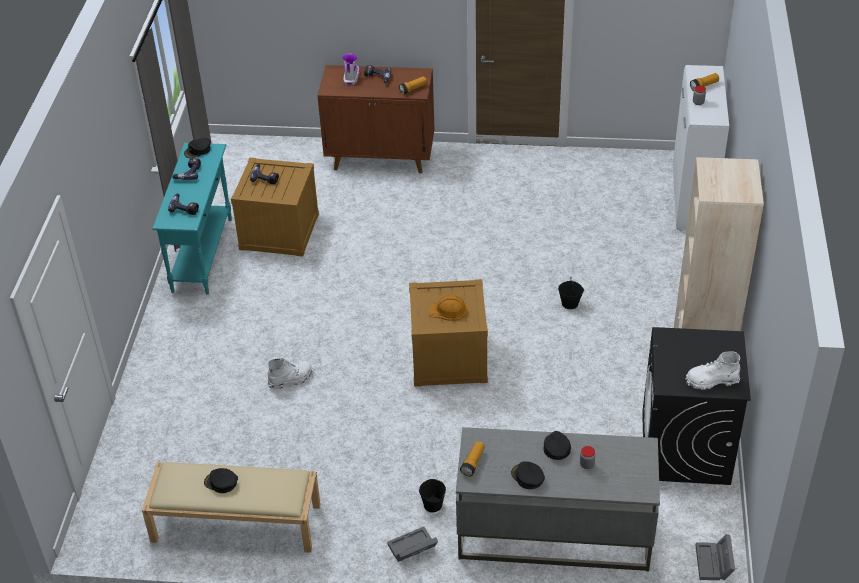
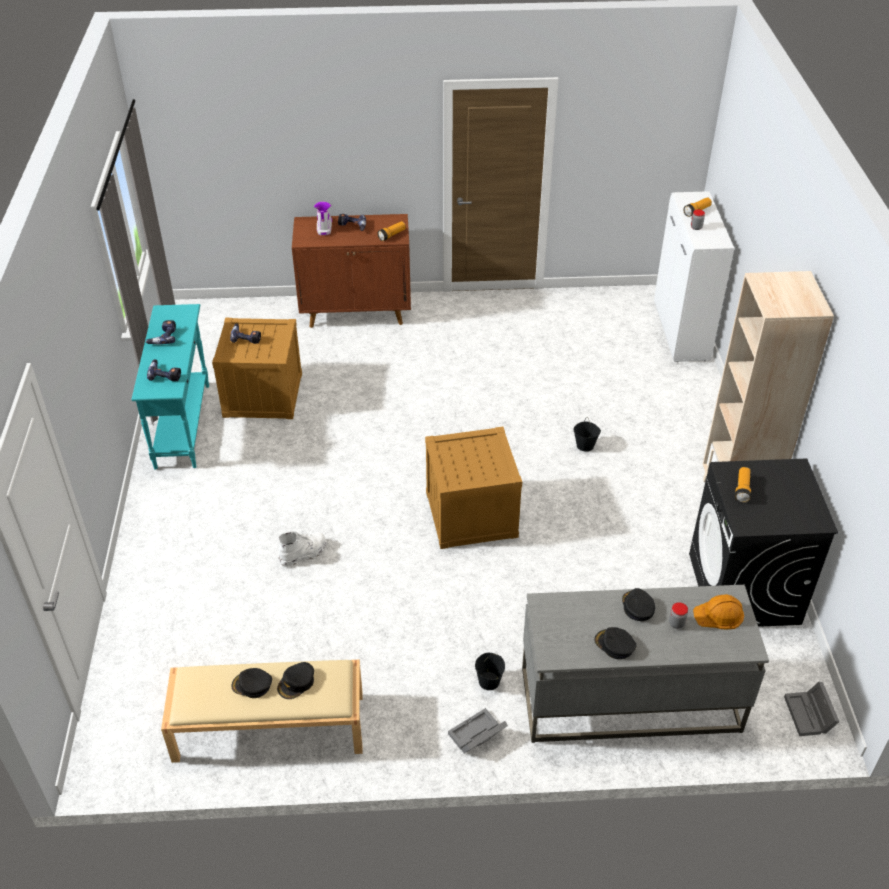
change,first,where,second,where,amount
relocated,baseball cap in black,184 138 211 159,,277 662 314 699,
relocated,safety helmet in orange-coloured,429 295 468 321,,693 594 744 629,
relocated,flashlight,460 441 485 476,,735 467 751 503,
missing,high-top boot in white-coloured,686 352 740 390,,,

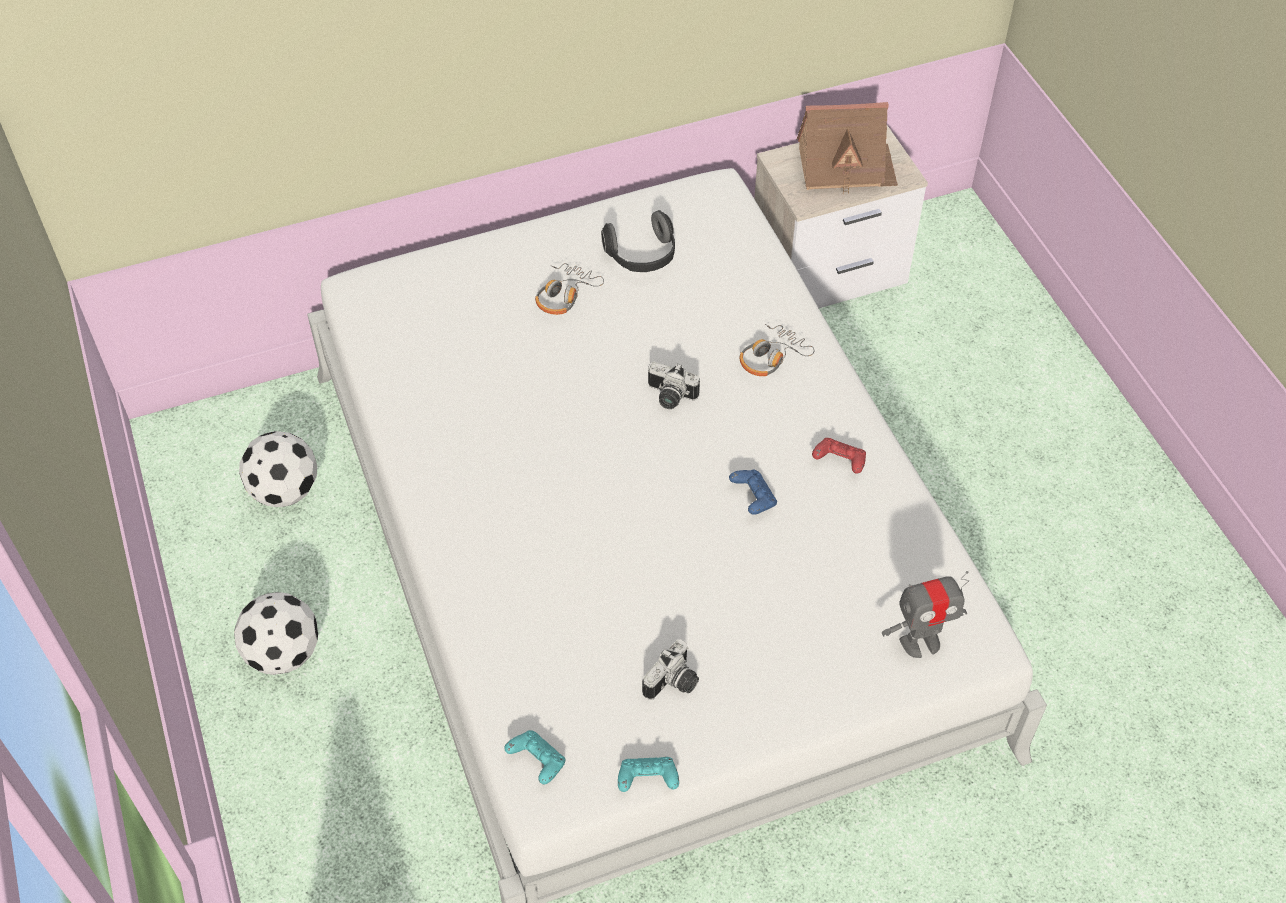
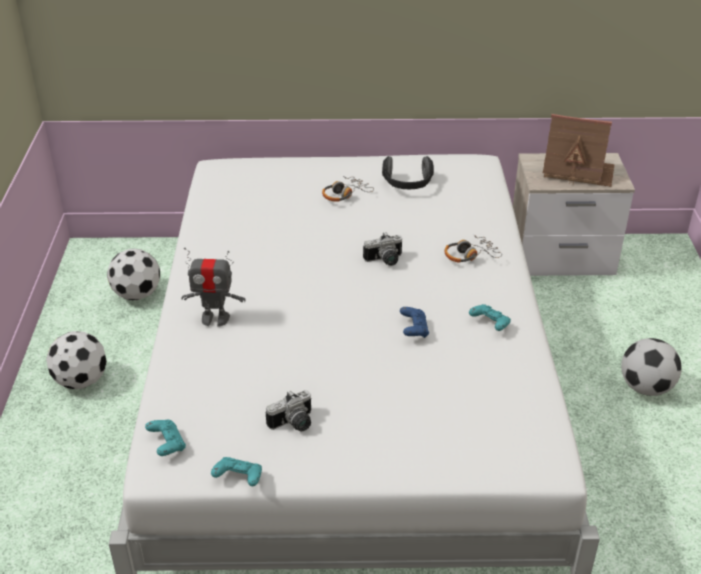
change,first,where,second,where,amount
relocated,robot figure,882 571 970 658,,181 247 246 327,
spun,still camera,648 362 700 409,,363 233 402 266,60 degrees counterclockwise
colour,game controller in red-coloured,812 438 866 474,game controller in blue-green,469 304 511 331,
appeared,,,ball for football,621 338 682 396,

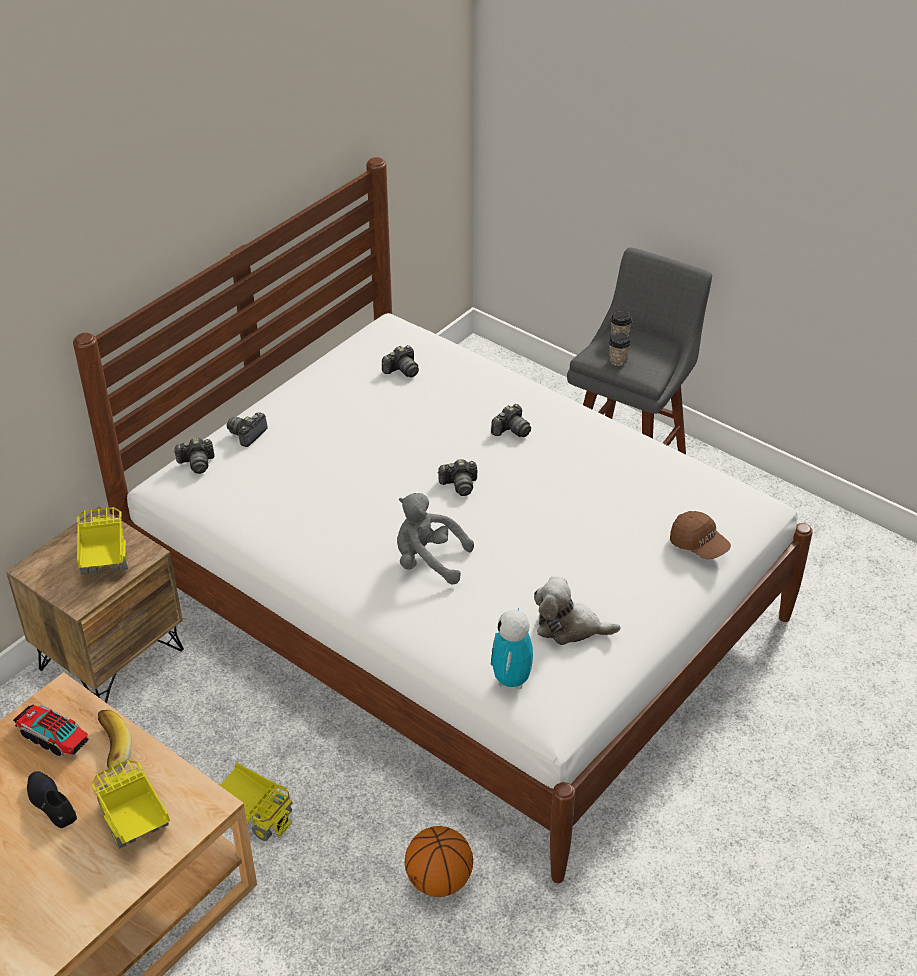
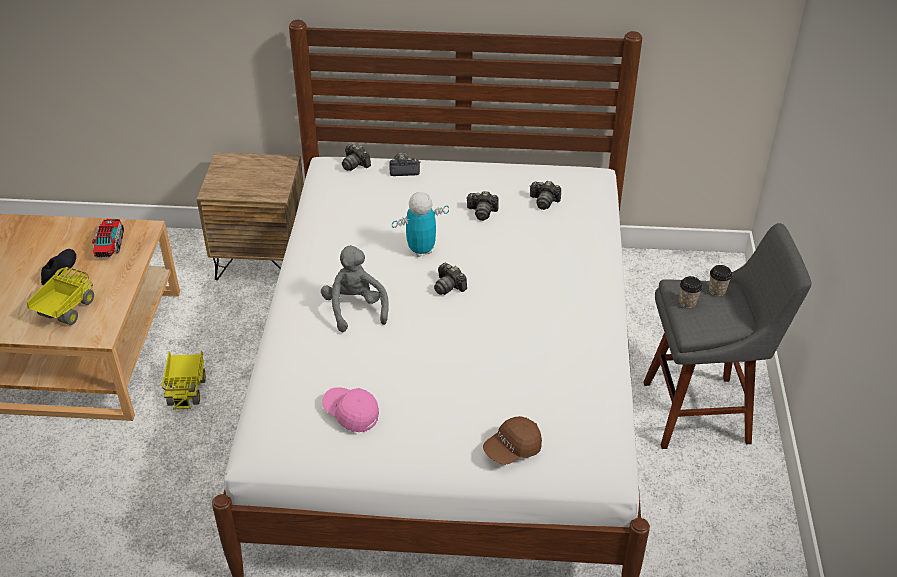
change,first,where,second,where,amount
exchanged,soft toy,534 576 621 645,baseball cap in pink,322 387 379 432,
relocated,robot figure,491 608 533 689,,392 192 449 257,
relocated,still camera,491 404 531 437,,466 191 499 221,
spun,baseball cap in brown,670 511 731 560,,483 416 542 465,45 degrees clockwise
missing,model truck,77 507 128 575,,,
missing,whole banana,98 710 132 775,,,
missing,ball for basketball,405 826 473 897,,,

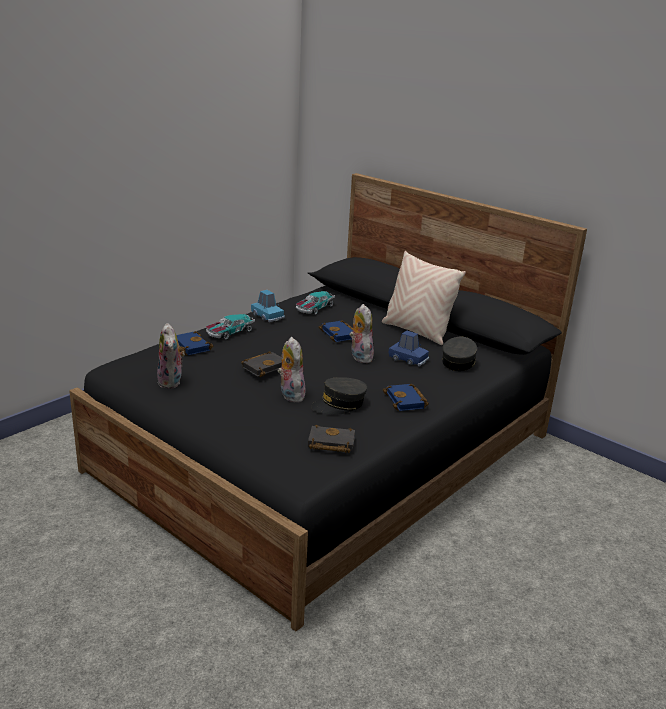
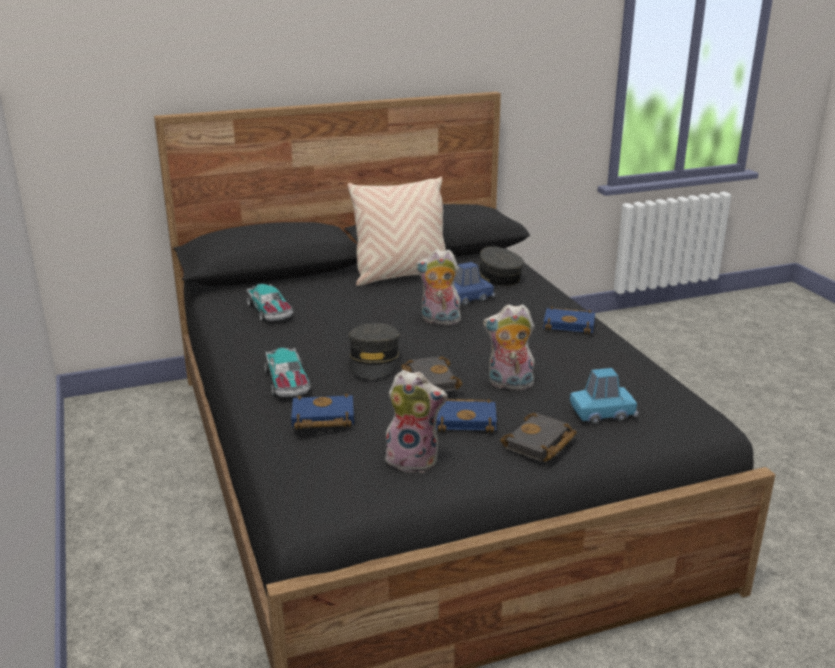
change,first,where,second,where,amount
relocated,baseball cap in greyish,311 377 367 414,,349 323 399 379,
relocated,bound book in blue,318 320 353 342,,436 399 497 432,
relocated,bound book in black,308 425 355 453,,500 413 577 461,
relocated,toy car in blue,251 290 285 322,,570 368 638 424,

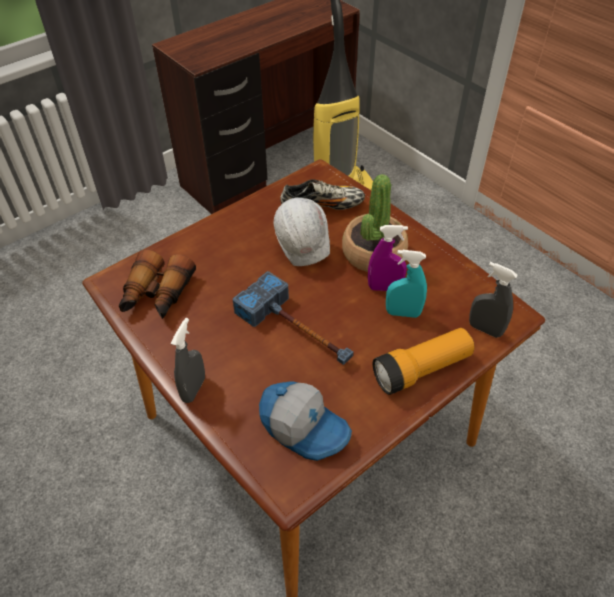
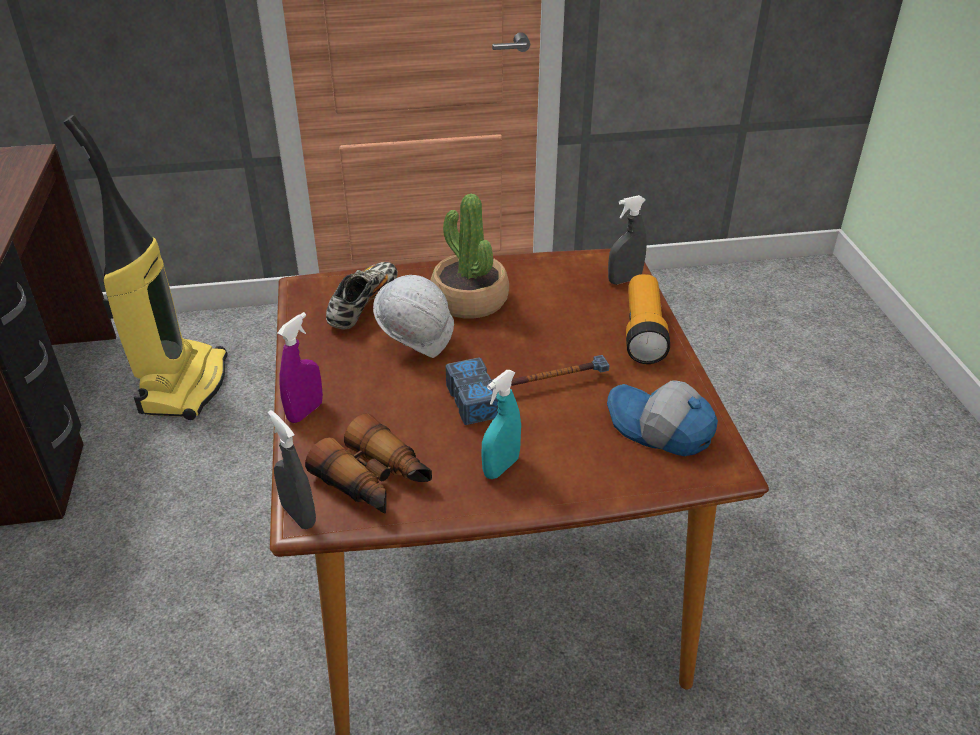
change,first,where,second,where,amount
relocated,hand sprayer in greyish,171 318 205 403,,268 410 316 529,
relocated,hand sprayer in purple,368 225 408 291,,277 312 323 423,
relocated,hand sprayer in blue-green,386 250 427 318,,481 370 521 479,
spun,baseball cap,259 381 352 461,,607 380 718 456,120 degrees counterclockwise

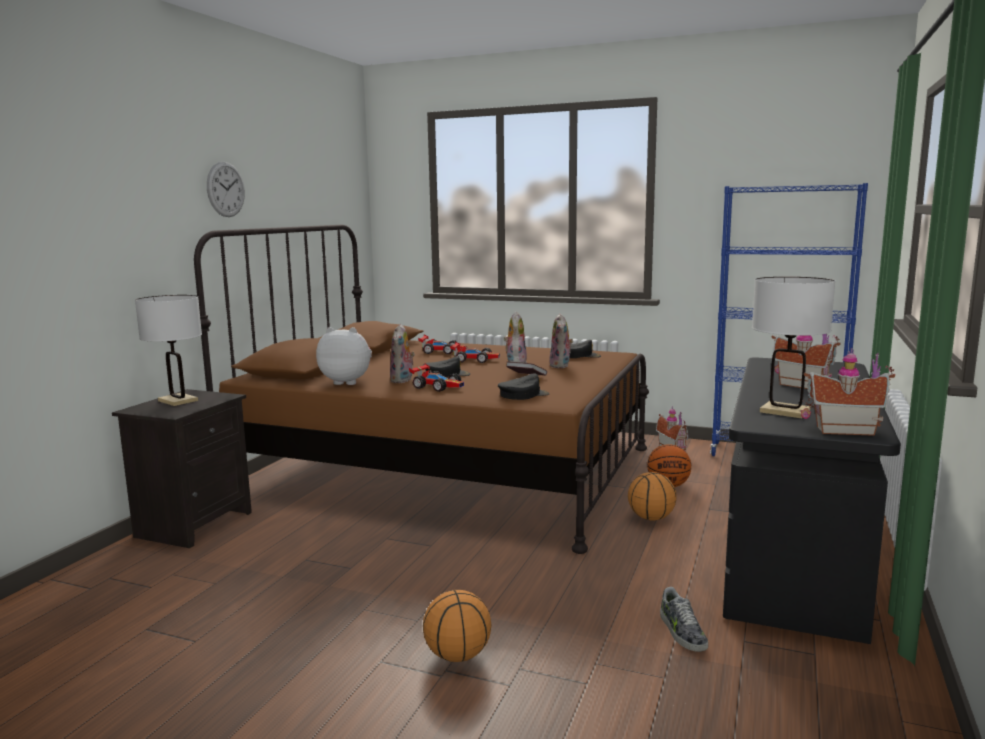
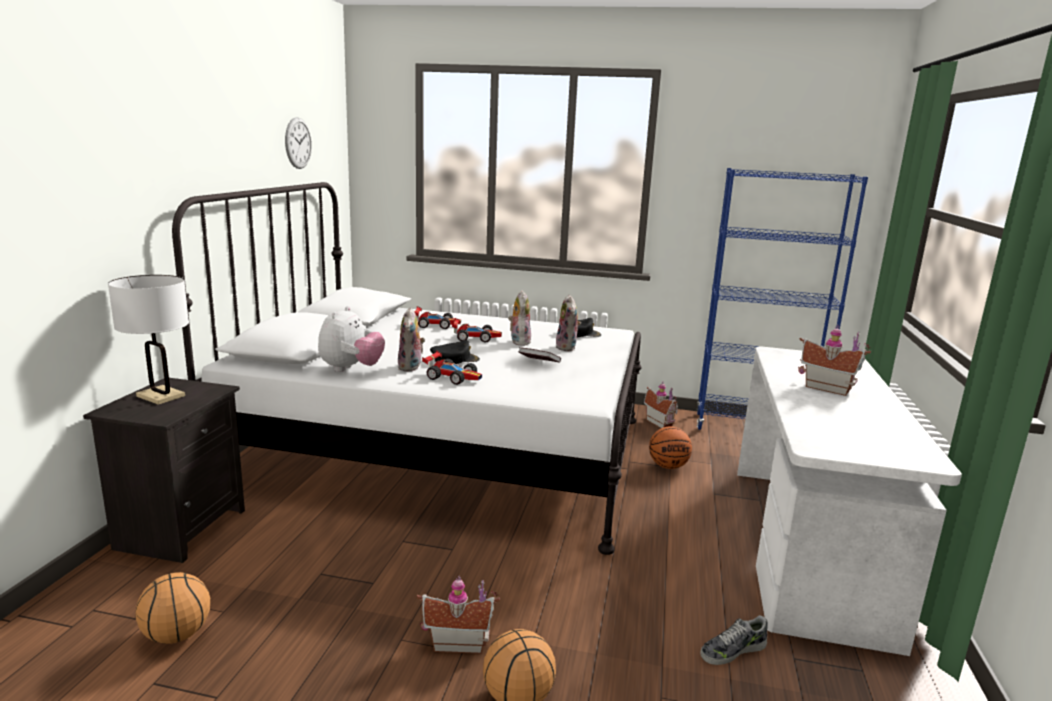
change,first,where,second,where,amount
relocated,ball for basketball,628 472 677 521,,135 572 210 644,
colour,bedroom bed in brown,194 225 649 554,bedroom bed in white-coloured,172 182 642 555,
relocated,hanging clock,207 162 245 217,,285 117 312 169,
spun,soft toy,316 327 372 385,,318 306 385 372,105 degrees clockwise
relocated,miniature house,801 348 895 436,,417 576 500 654,
spun,low shoe,660 587 708 652,,700 615 768 665,90 degrees clockwise
colour,desk in black,723 357 901 644,desk in white-coloured,737 347 962 656,
missing,baseball cap in black,498 373 550 400,,,
missing,table lamp in white-coloured,752 277 835 418,,,

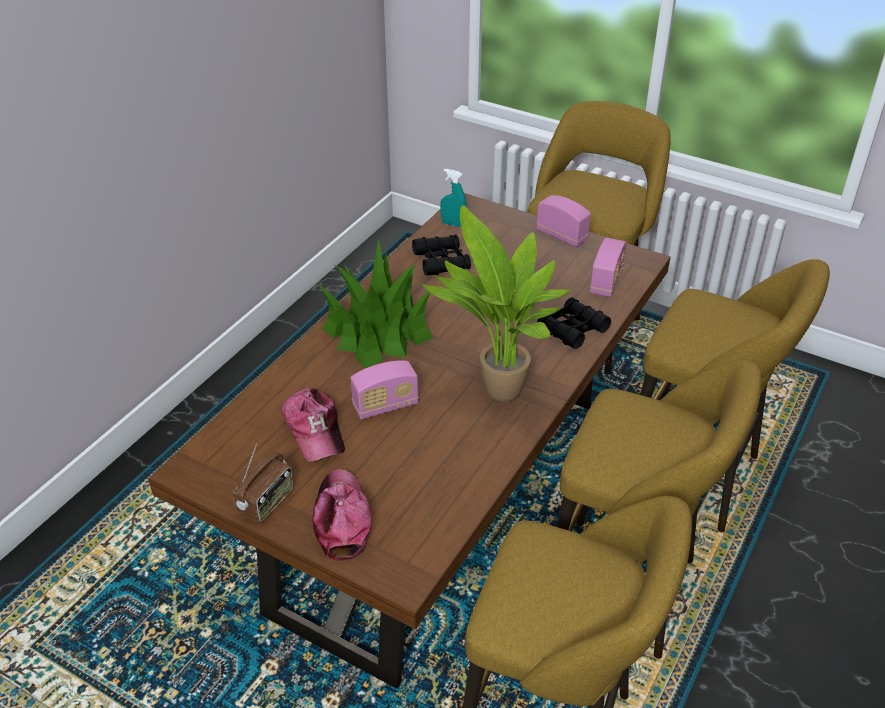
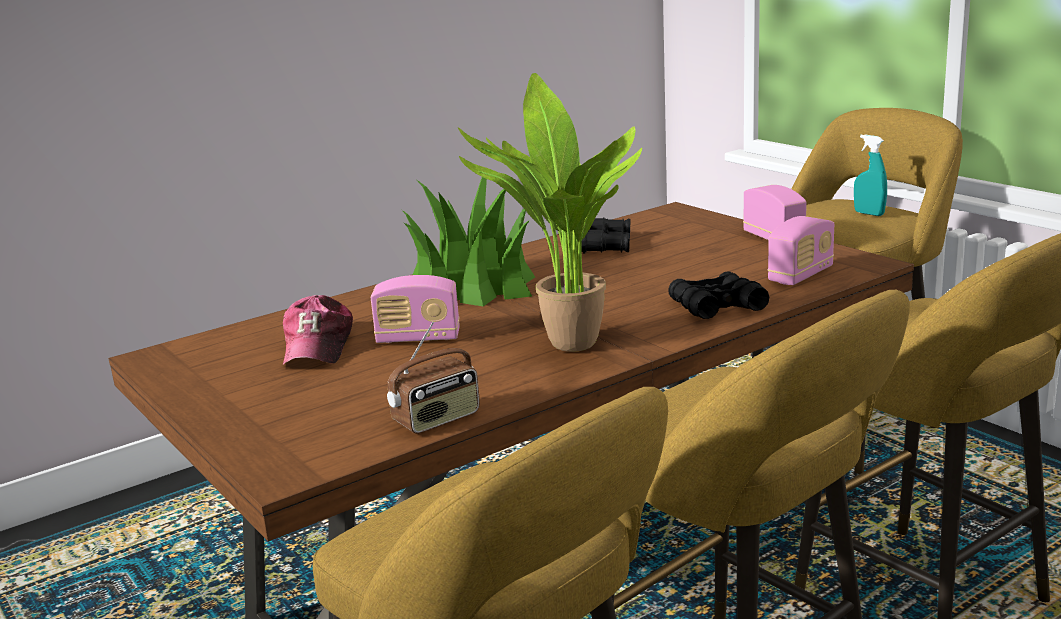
change,first,where,second,where,amount
relocated,radio receiver,233 444 293 522,,387 322 480 434,
relocated,hand sprayer in blue-green,440 169 467 227,,854 134 887 216,
missing,baseball cap,312 469 372 562,,,

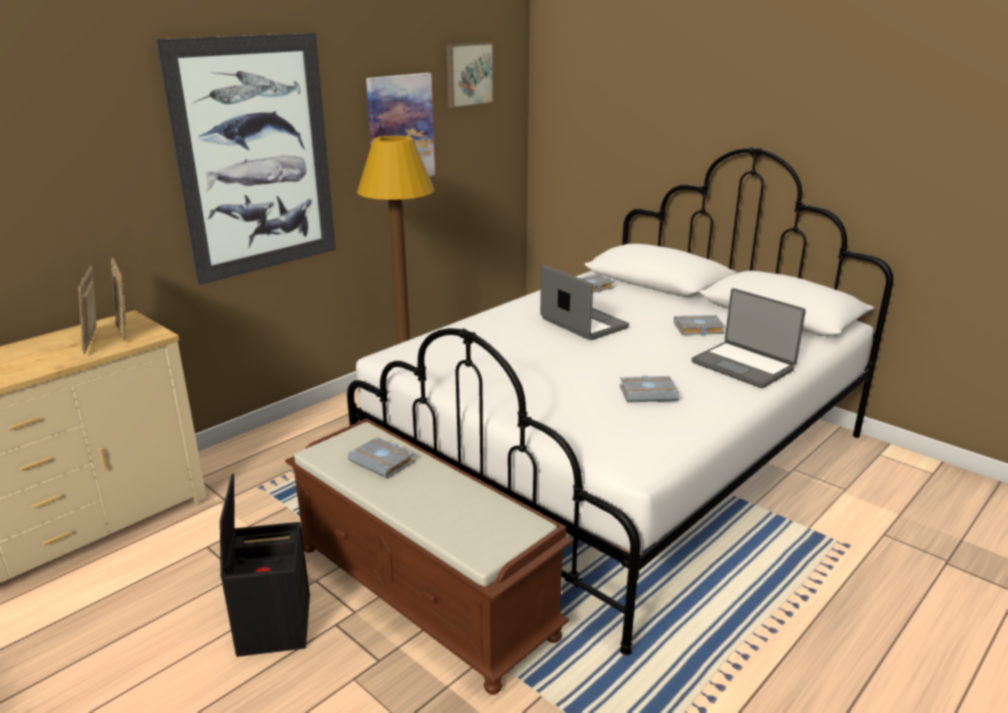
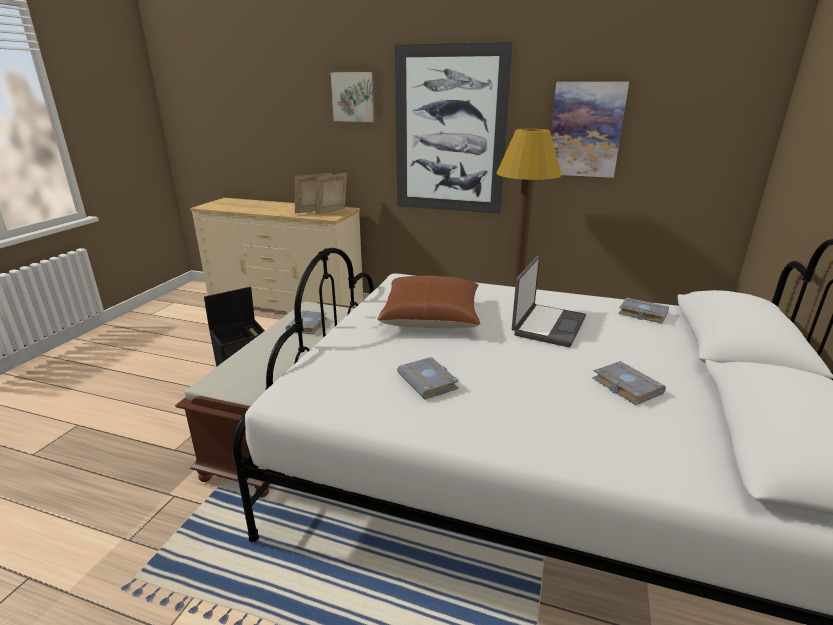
change,first,where,second,where,amount
relocated,wall art,446 42 494 108,,329 71 377 123,
appeared,,,pillow in brown,377 275 480 329,
missing,portable computer,691 288 806 388,,,

